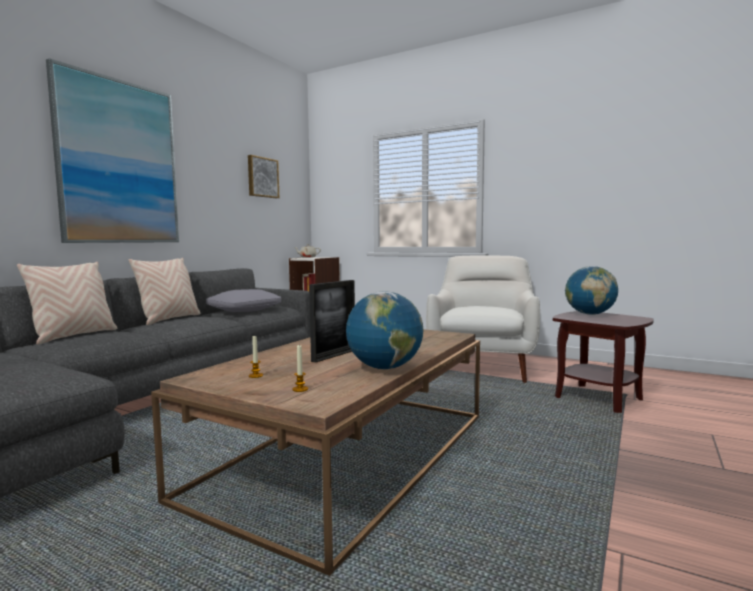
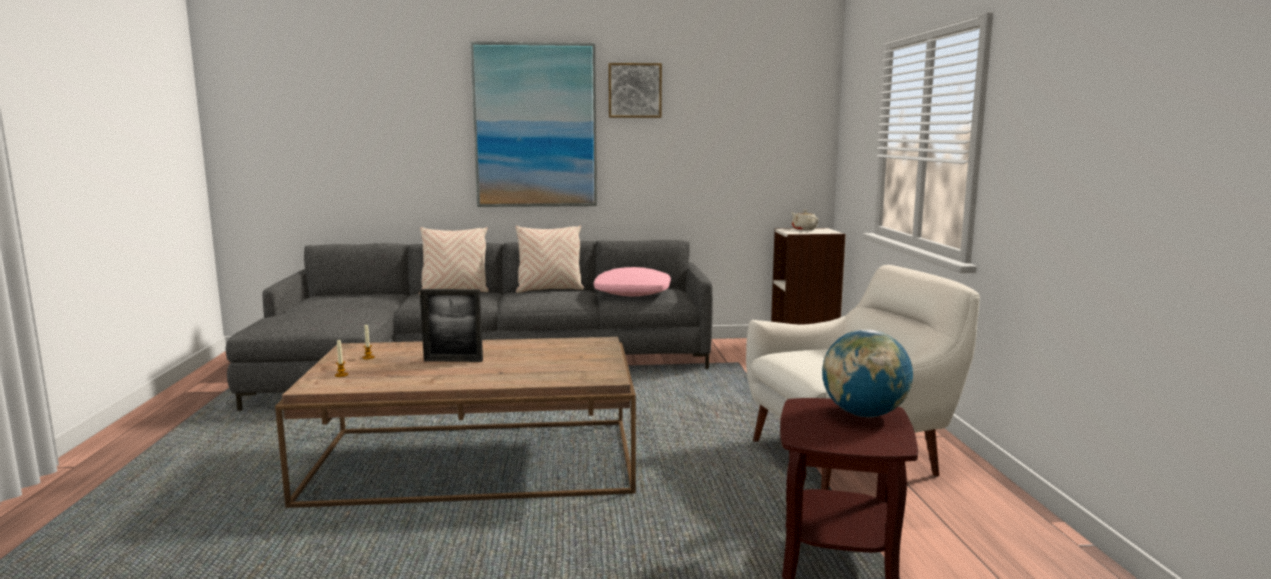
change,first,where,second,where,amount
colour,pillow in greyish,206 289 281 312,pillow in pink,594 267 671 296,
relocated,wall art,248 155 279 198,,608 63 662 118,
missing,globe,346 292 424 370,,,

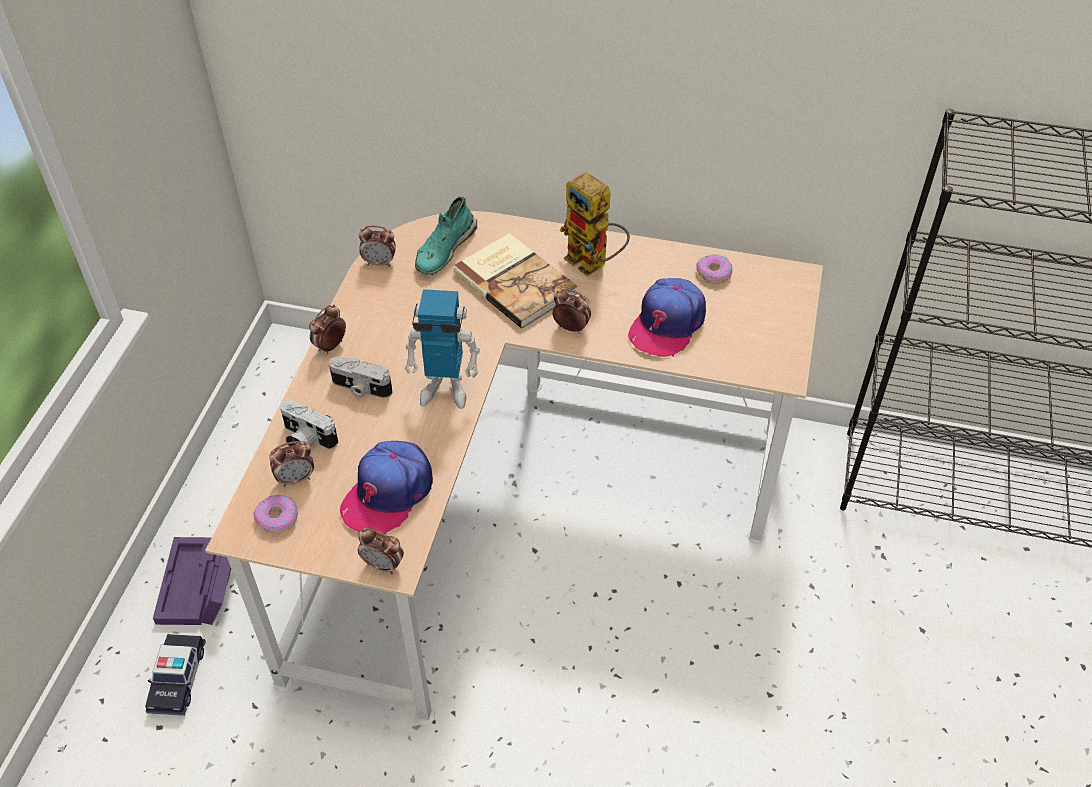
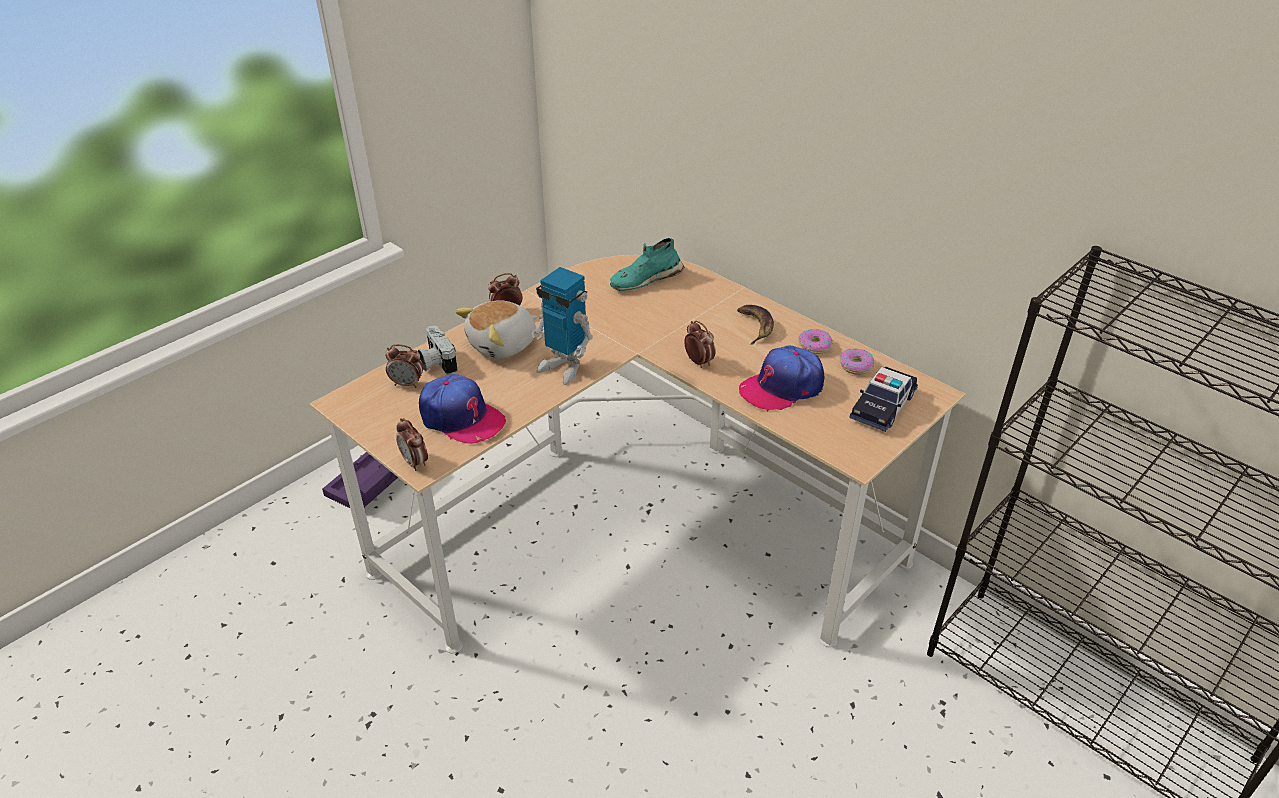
change,first,where,second,where,amount
spun,baseball cap,340 441 433 534,,419 374 506 444,120 degrees counterclockwise
exchanged,still camera,329 356 393 398,soft toy,455 300 537 359,
exchanged,robot figure,560 172 630 277,whole banana,737 305 774 345,
relocated,doughnut,254 495 298 534,,799 329 832 354,
relocated,toy car,145 634 206 716,,849 366 918 432,
missing,bedside clock,359 225 396 267,,,
missing,bound book,453 233 578 328,,,

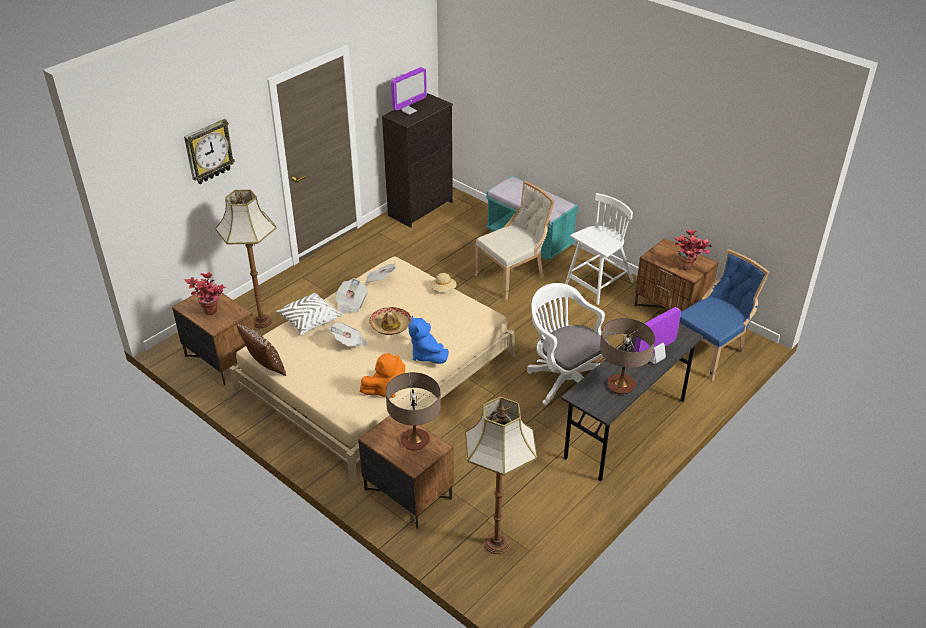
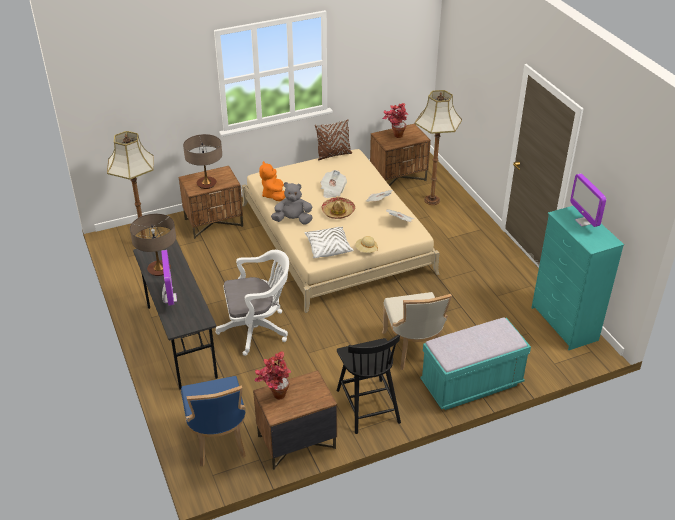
change,first,where,second,where,amount
colour,soft toy in blue,409 316 449 364,soft toy in greyish,271 182 312 225,
relocated,pillow in white-coloured,276 293 342 335,,304 226 354 258,
colour,upright chair in white-coloured,565 193 634 305,upright chair in black,337 334 401 434,
colour,dresser in black,382 93 453 227,dresser in blue-green,532 206 624 350,
missing,hanging clock,184 119 235 184,,,

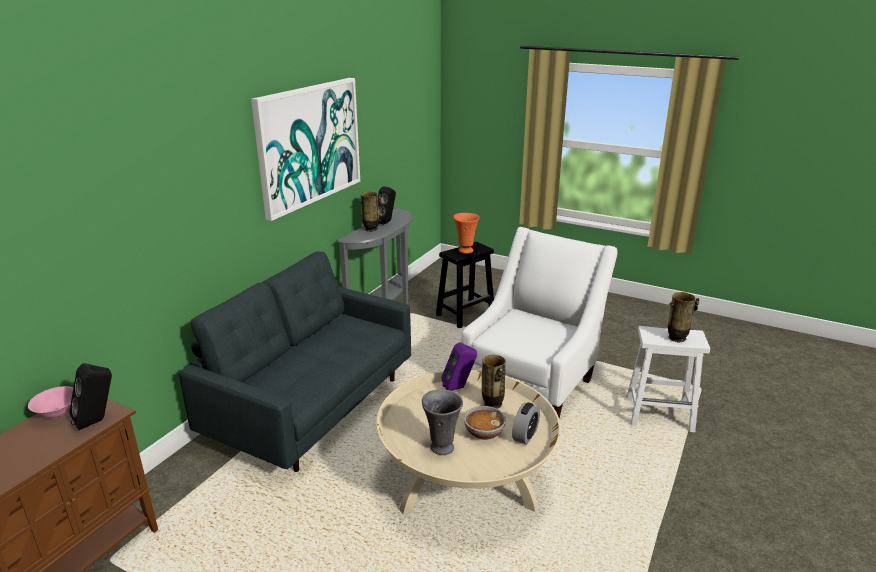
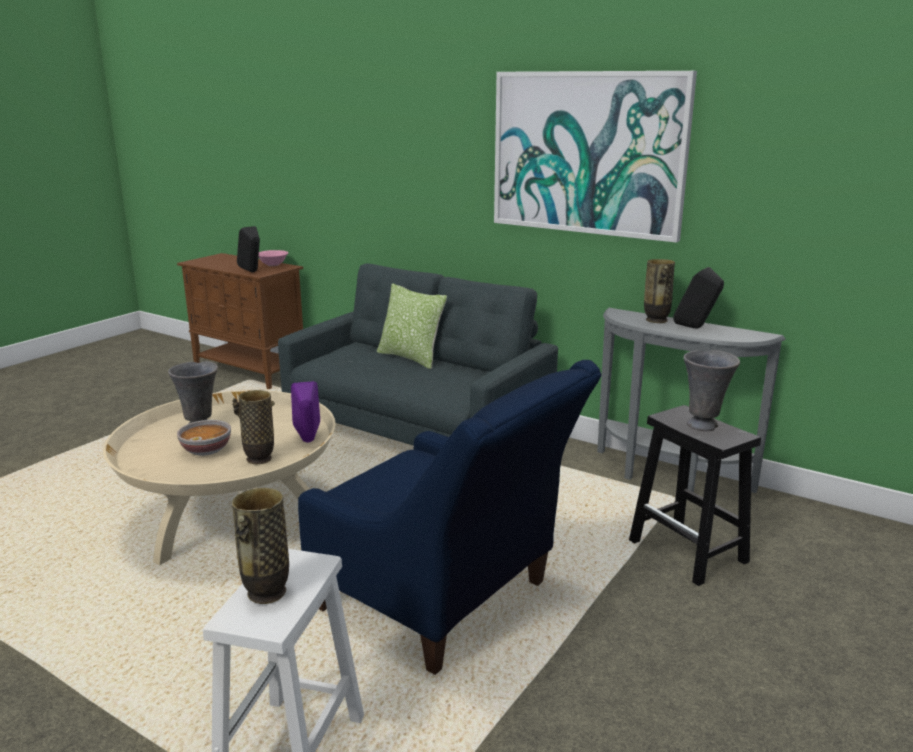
change,first,where,second,where,amount
colour,easy chair in white-coloured,461 227 617 418,easy chair in blue,298 360 602 675,
appeared,,,pillow,377 283 447 369,
colour,flower vase in orange-coloured,454 213 480 253,flower vase in greyish,684 350 740 431,
missing,bedside clock,512 402 540 445,,,

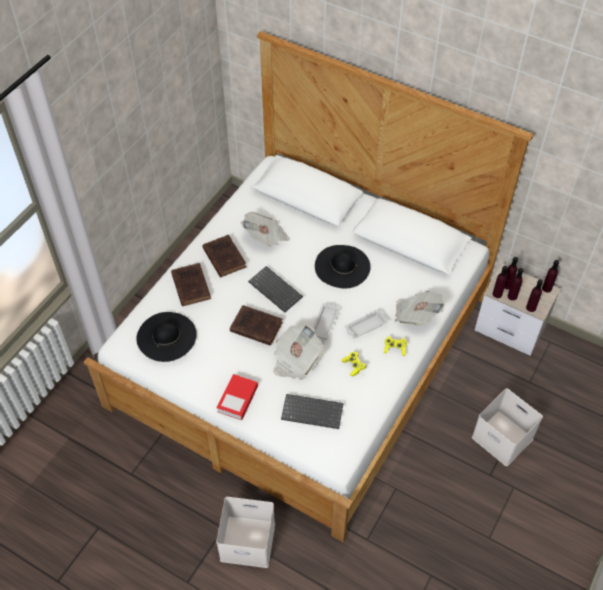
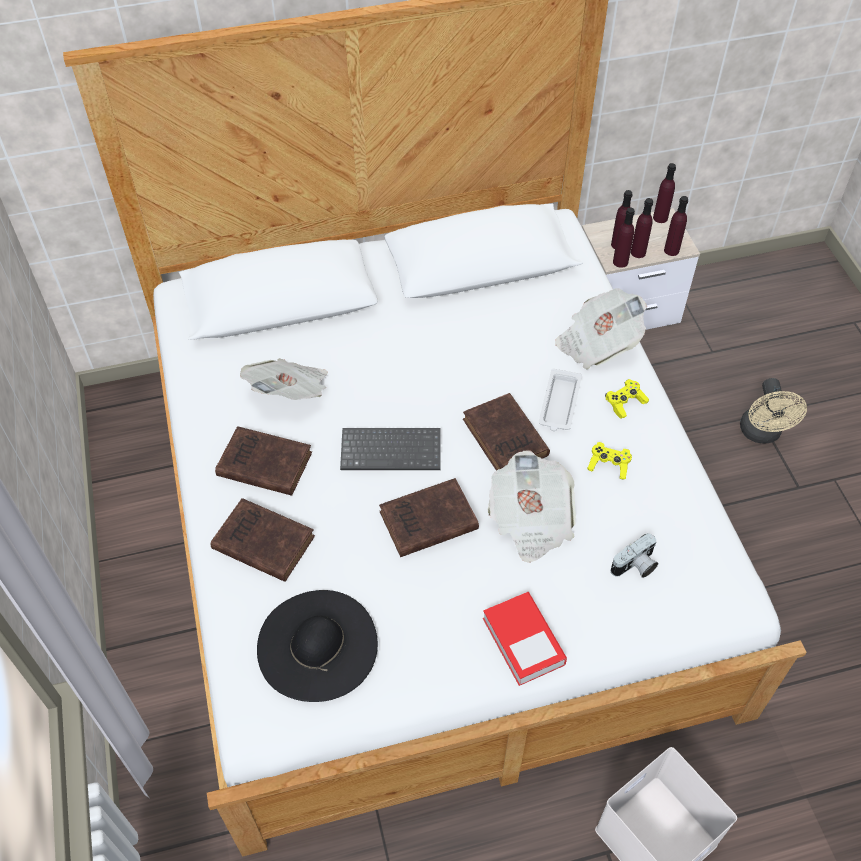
change,first,where,second,where,amount
exchanged,tray in white-coloured,313 303 340 339,bound book in brown,463 393 550 471,
exchanged,computer keyboard,281 394 344 429,still camera,611 533 658 578,
exchanged,storage container in white-coloured,472 388 543 466,fan in beige-coloured,740 378 807 444,
missing,hat in black,315 245 370 288,,,

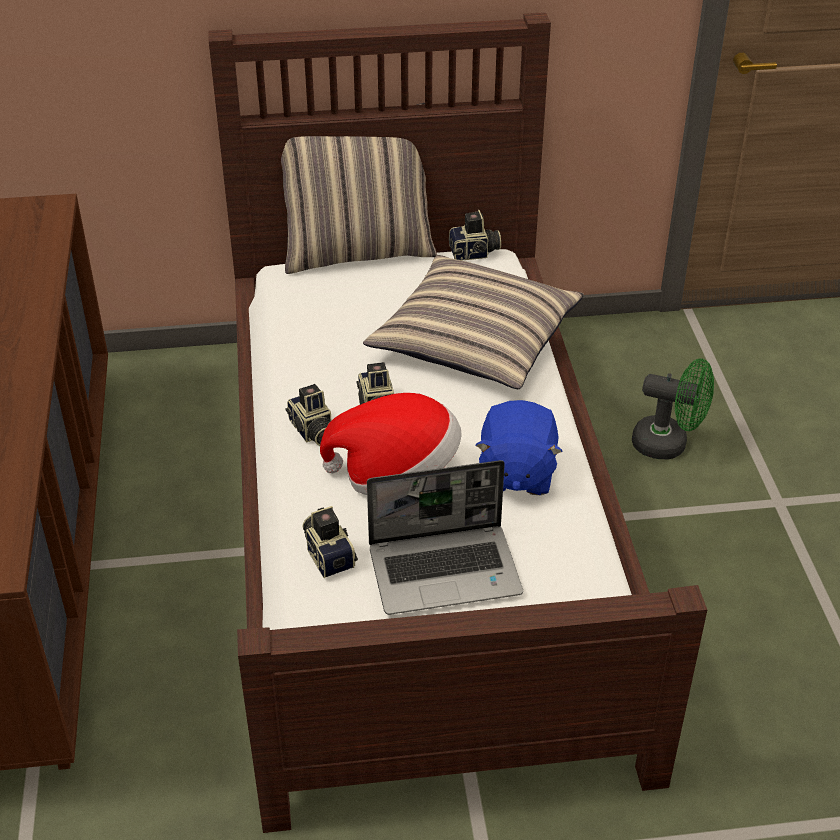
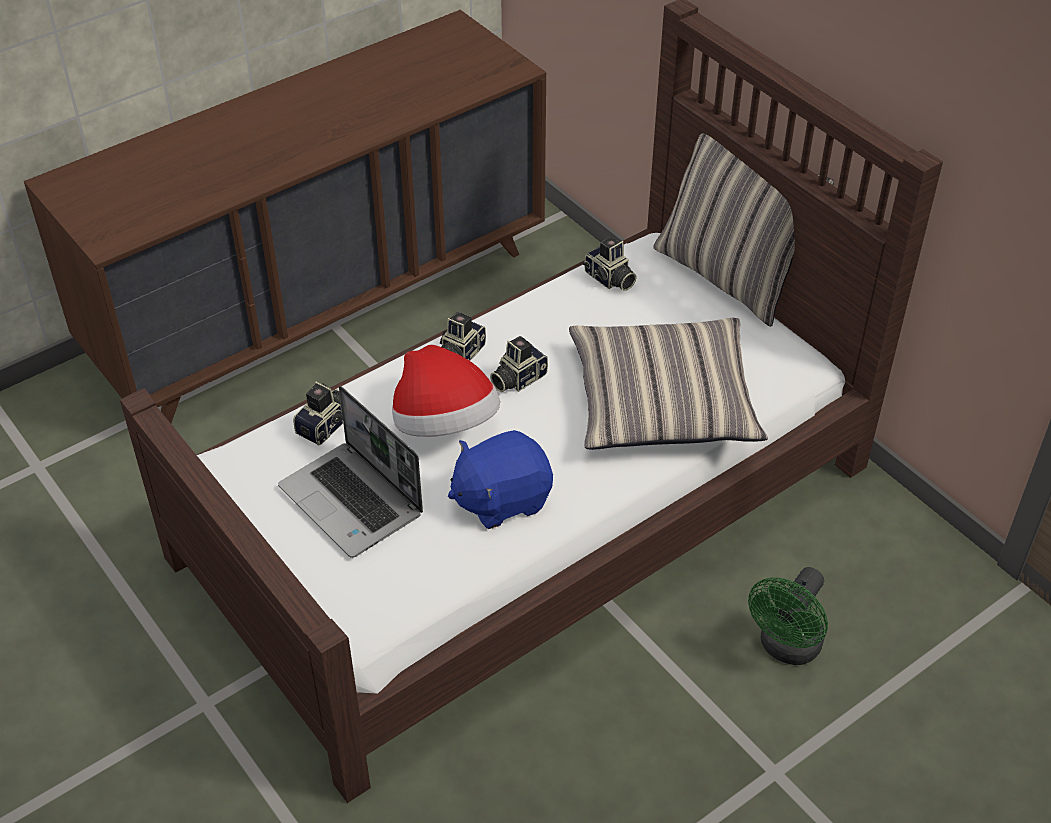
change,first,where,second,where,amount
relocated,still camera,449 210 501 261,,582 236 637 291,
spun,fan in green-coloured,632 359 714 459,,748 567 828 665,45 degrees clockwise

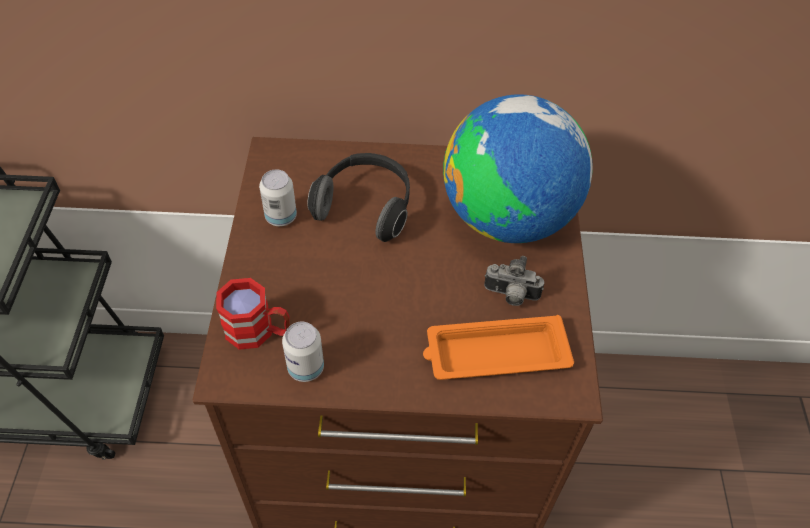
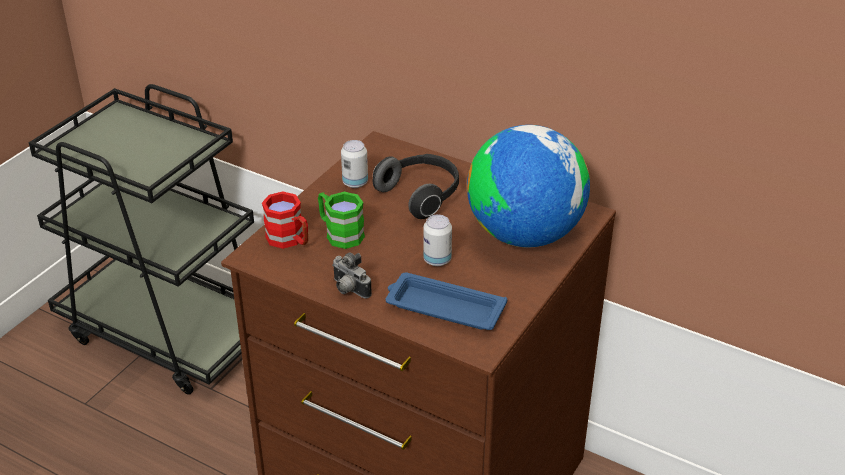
change,first,where,second,where,amount
appeared,,,mug in green-coloured,318 192 365 249,
relocated,still camera,484 256 544 306,,332 252 372 298,
colour,tray in orange-coloured,423 315 574 380,tray in blue,386 272 507 330,
relocated,sealed can,282 322 324 382,,423 215 452 266,

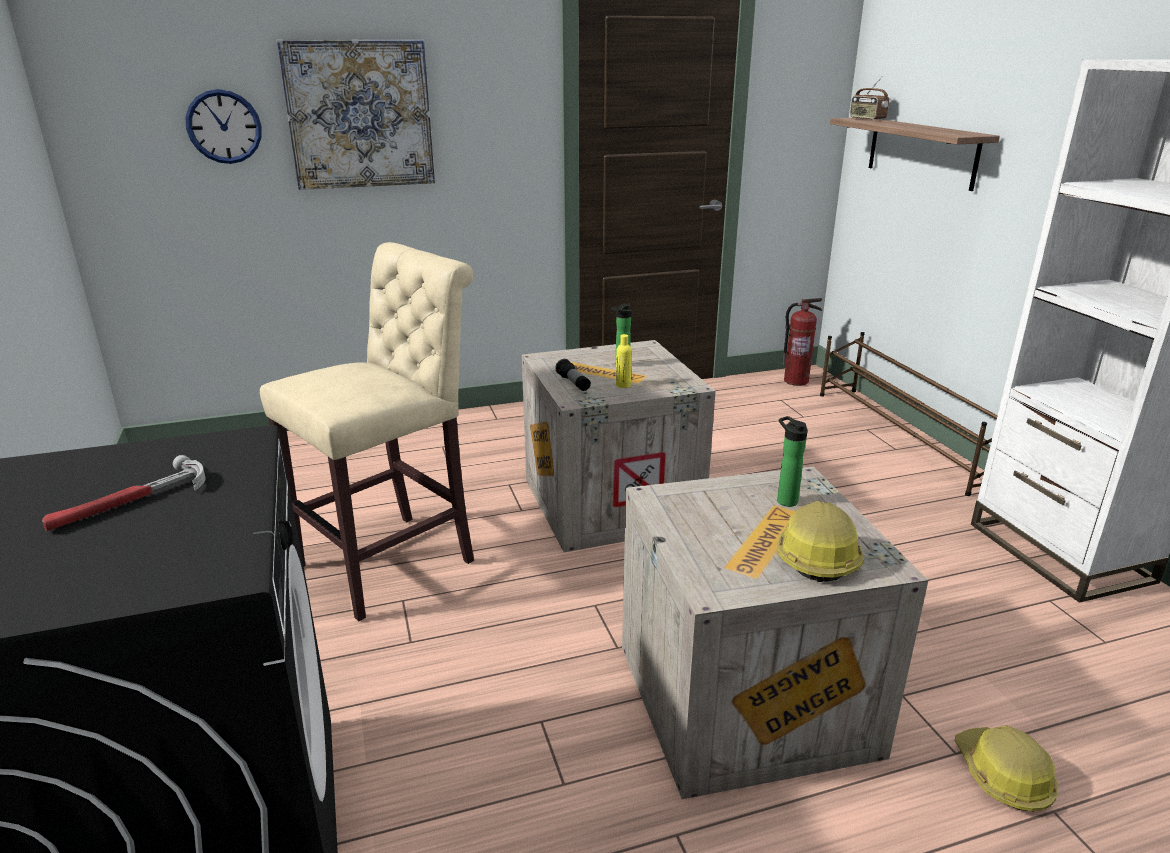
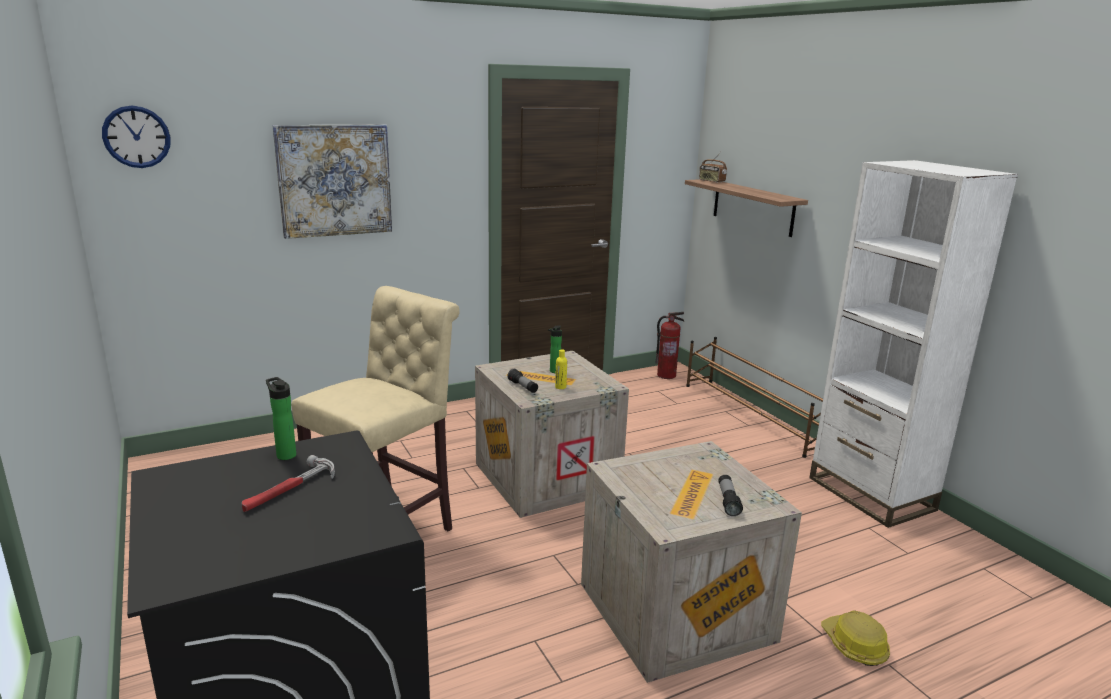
change,first,where,second,where,amount
relocated,hanging clock,186 89 262 164,,102 105 171 168,
relocated,beverage bottle,777 416 808 507,,266 377 296 460,
exchanged,safety helmet,777 501 864 582,flashlight,718 475 743 516,

